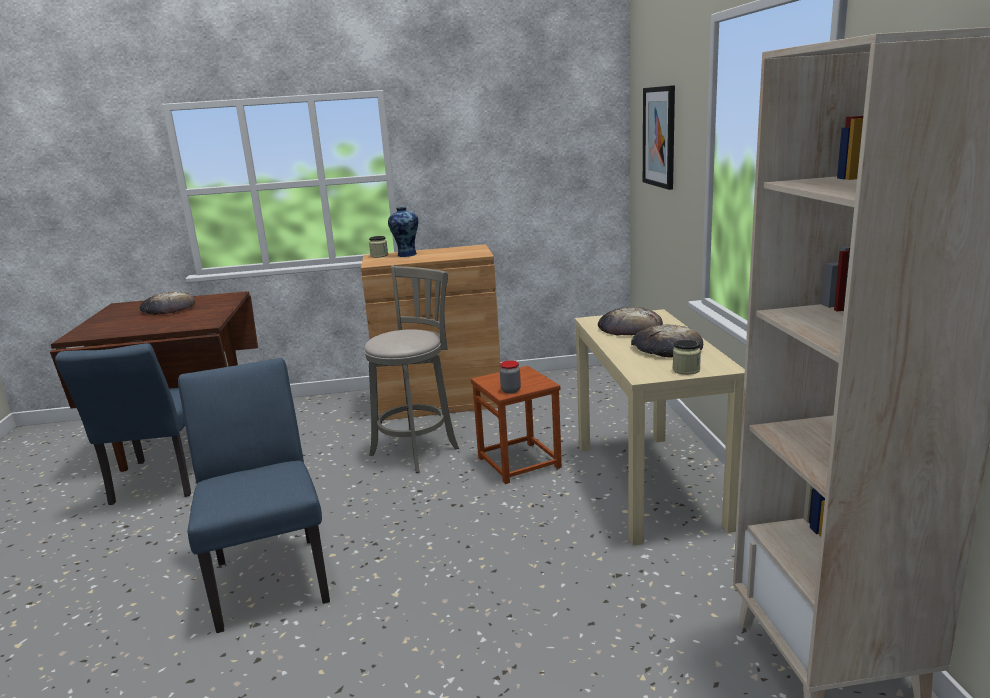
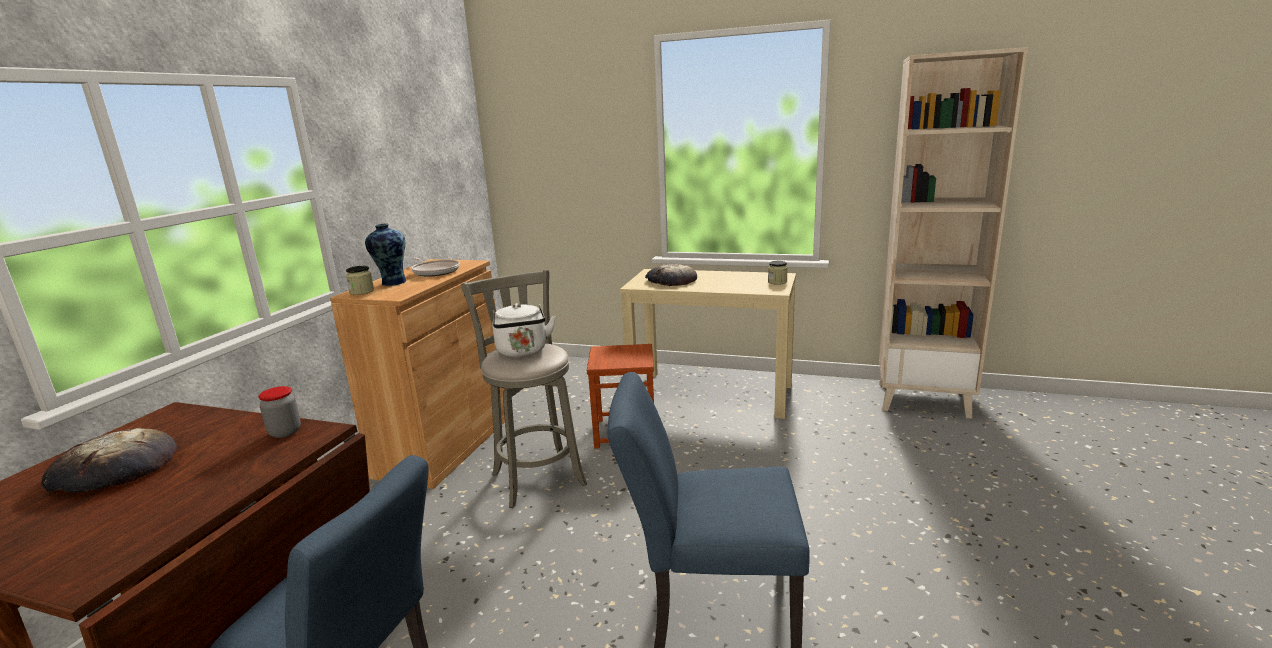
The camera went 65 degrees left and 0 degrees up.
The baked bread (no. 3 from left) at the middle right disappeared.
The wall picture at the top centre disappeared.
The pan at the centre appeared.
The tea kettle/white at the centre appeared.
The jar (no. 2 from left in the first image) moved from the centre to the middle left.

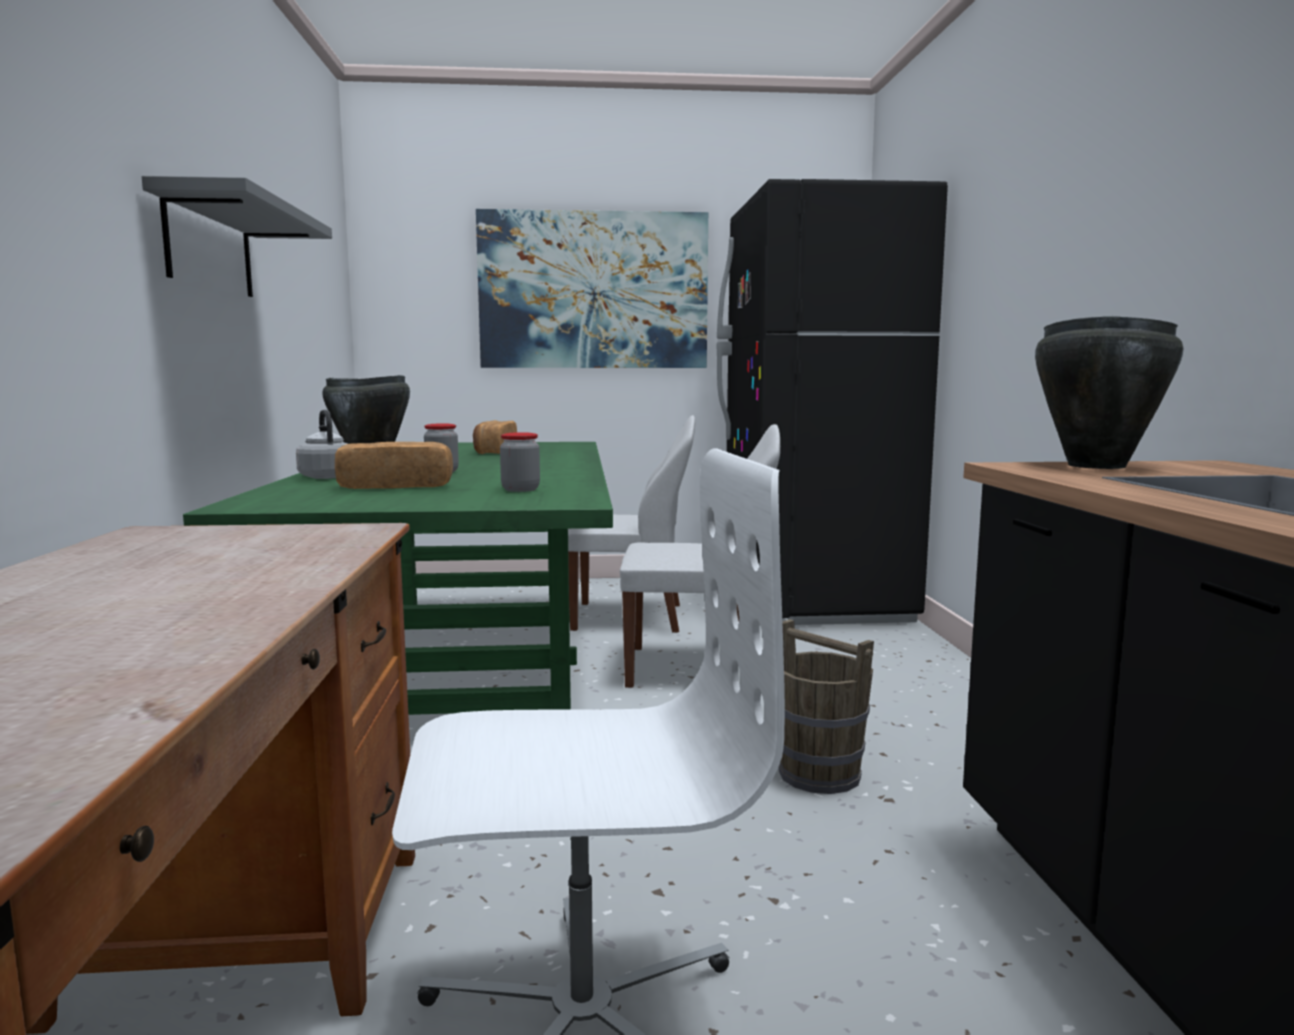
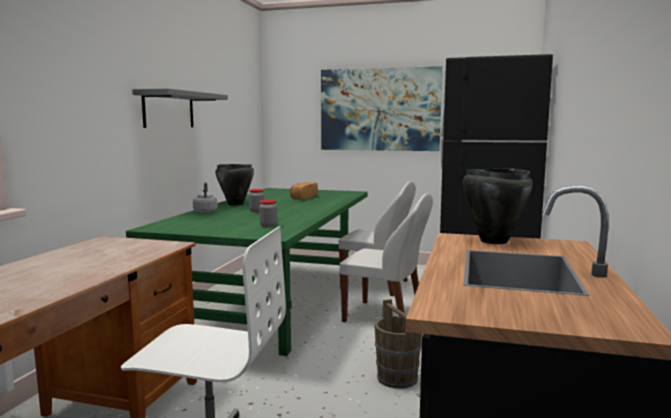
The camera went 20 degrees right and 0 degrees up.
The baked bread (no. 1 from left) at the middle left disappeared.

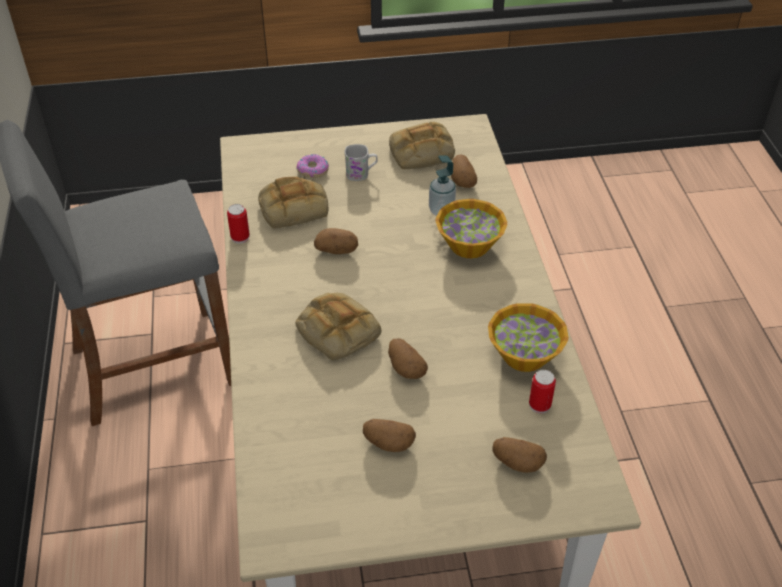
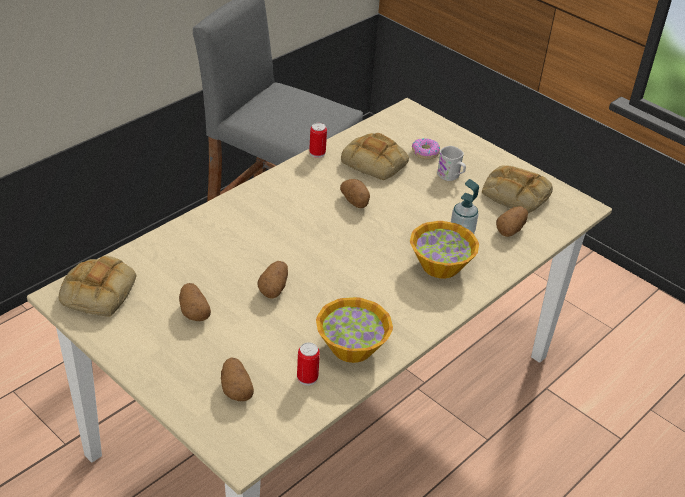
The camera went 50 degrees right and 5 degrees down.
The baked bread (no. 2 from left in the first image) moved from the centre to the middle left.

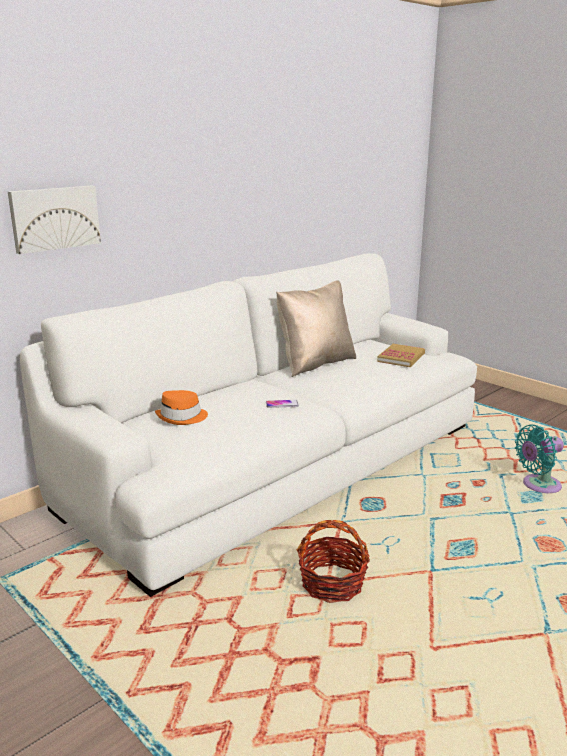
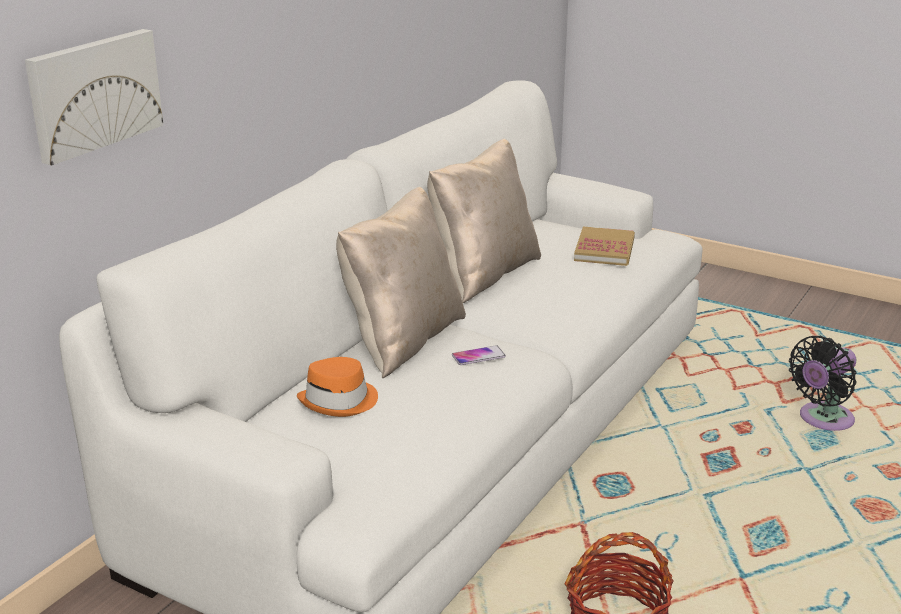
The camera went 15 degrees left and 5 degrees up.
The throw pillow/beige-coloured (no. 1 from left) at the centre appeared.
The electric fan/blue-green at the middle right became the electric fan/black at the middle right.

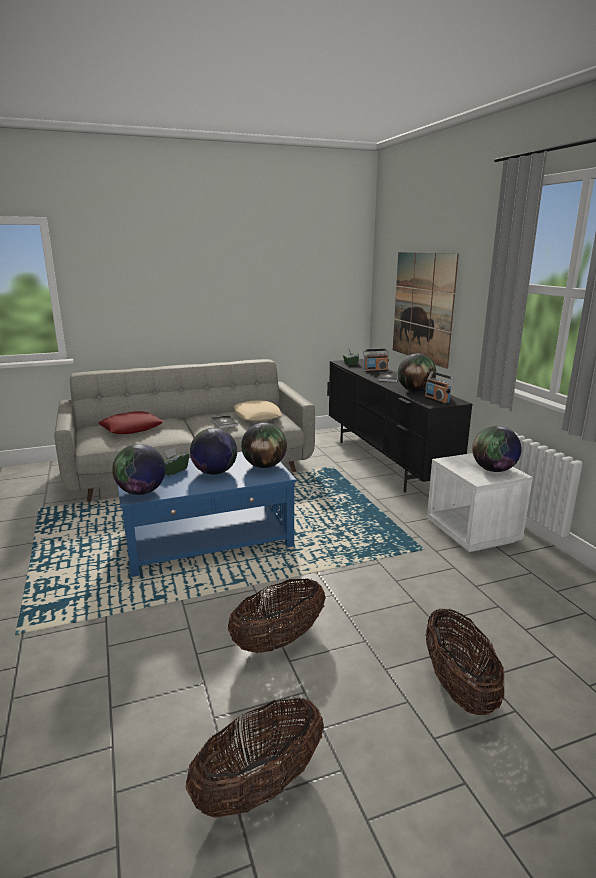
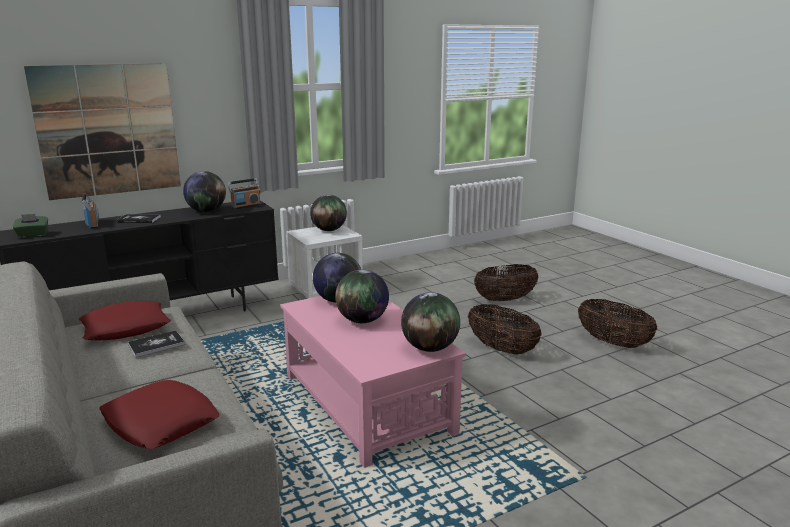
The camera went 100 degrees left and 0 degrees up.
The tissue box/greenish (no. 1 from left) at the middle left disappeared.
The coffee table/blue at the centre became the coffee table/pinkish at the bottom centre.
The throw pillow/beige-coloured at the centre became the throw pillow/reddish (no. 1 from left) at the middle left.

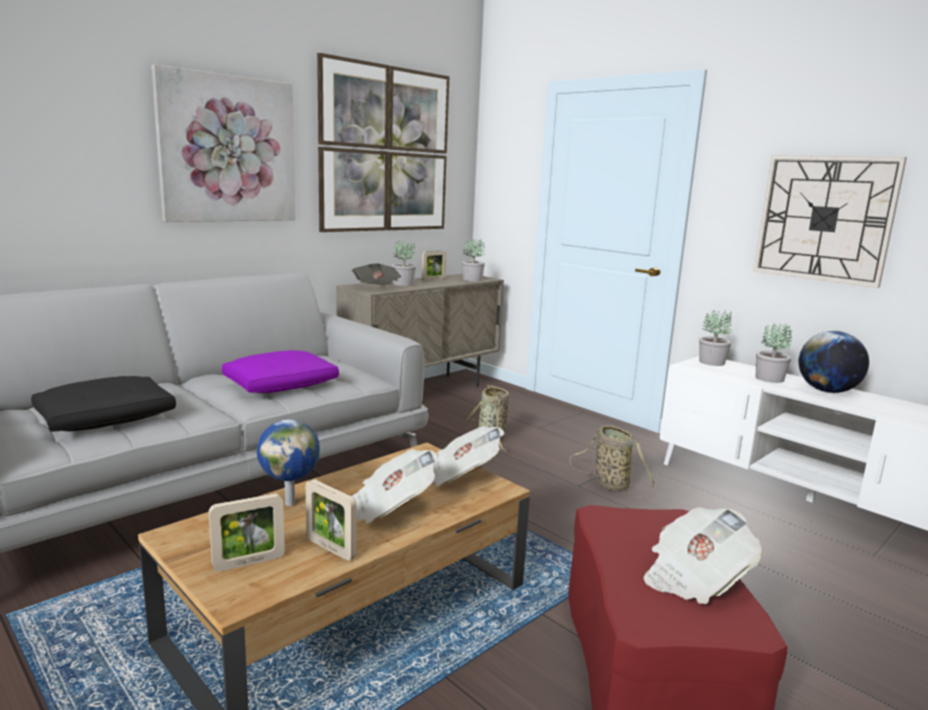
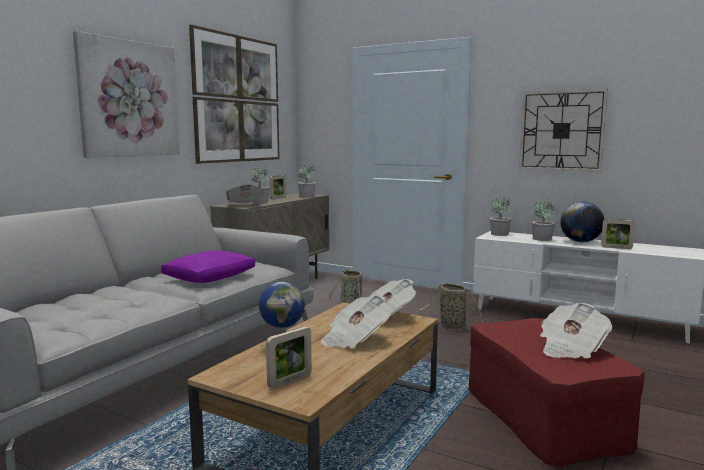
The camera went 15 degrees left and 5 degrees down.
The throw pillow/black at the middle left disappeared.
The standing frame (no. 2 from left in the first image) moved from the bottom centre to the middle right.

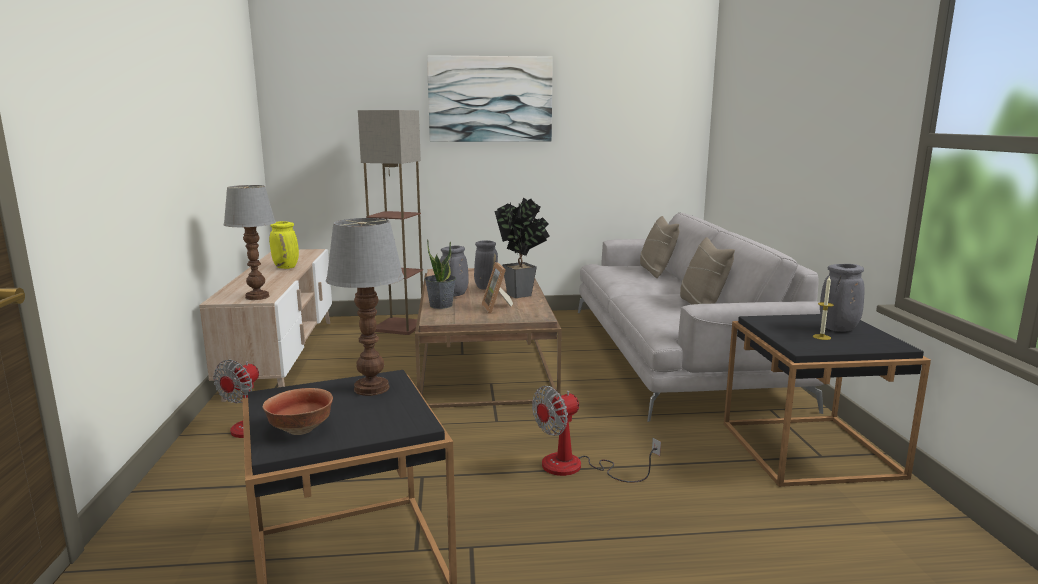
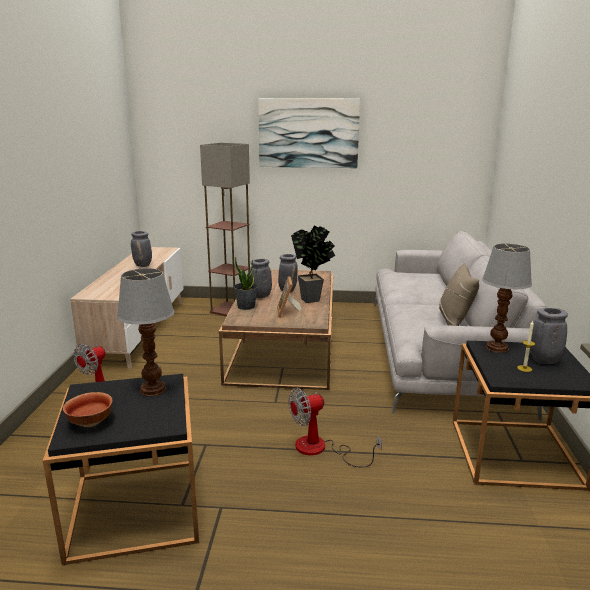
The camera went 10 degrees right and 5 degrees up.
The throw pillow/beige-coloured (no. 1 from left) at the centre disappeared.
The tabletop lamp (no. 1 from left in the first image) moved from the middle left to the middle right.
The flower vase/yellow-coloured at the middle left became the flower vase/gray (no. 1 from left) at the middle left.

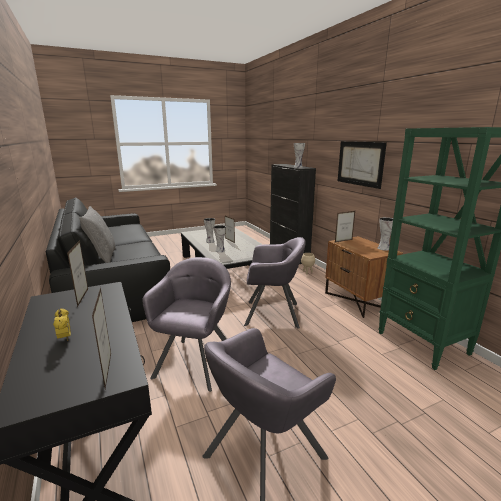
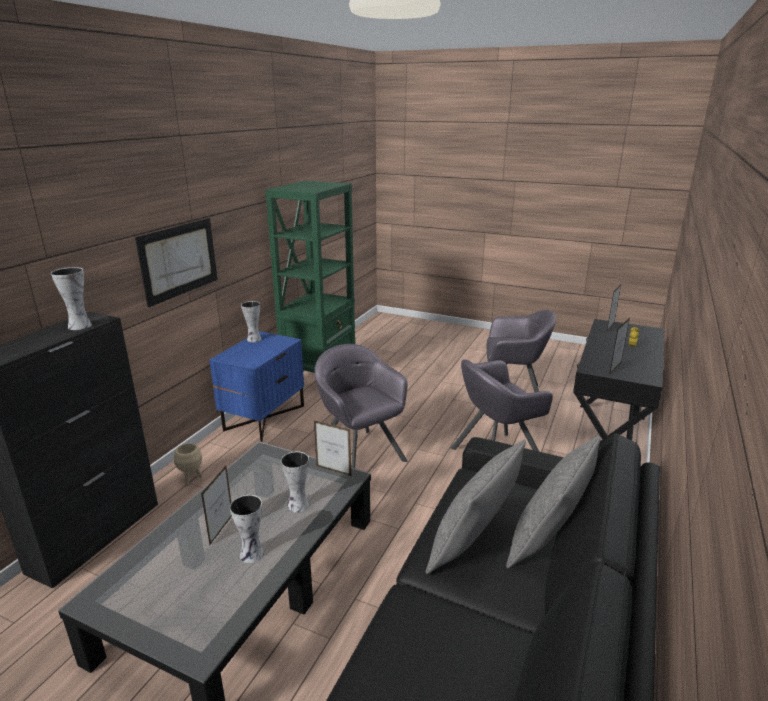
The camera went 130 degrees left and 5 degrees up.
The throw pillow/gray (no. 1 from left) at the bottom centre appeared.
The standing frame (no. 4 from left in the first image) moved from the middle right to the centre.
The nightstand/brownish at the middle right became the nightstand/blue at the centre.

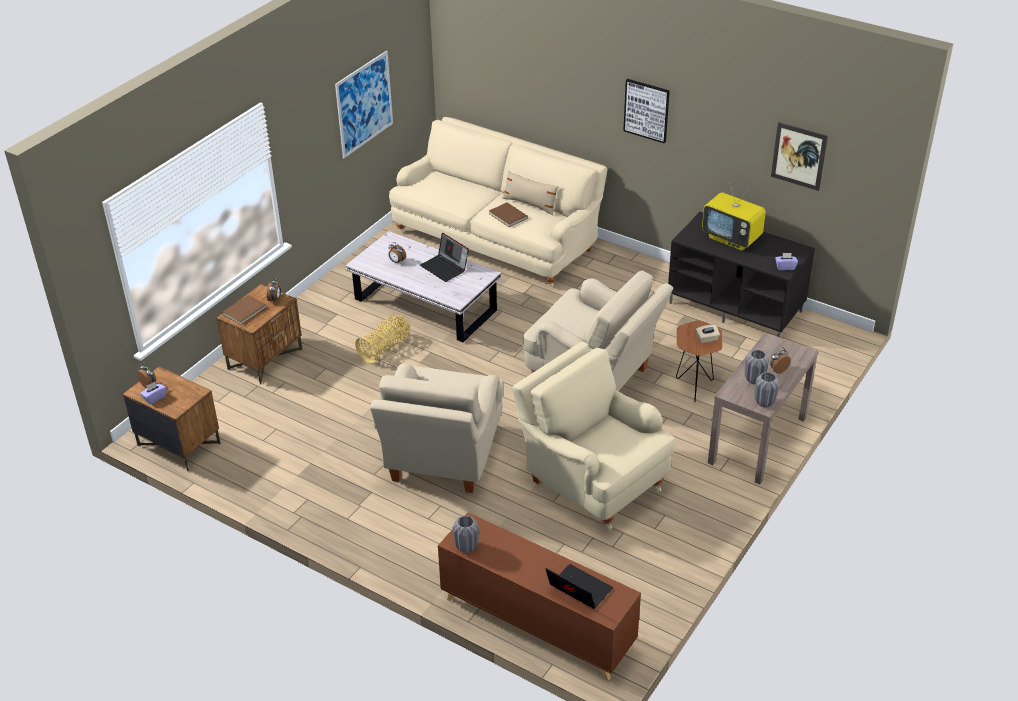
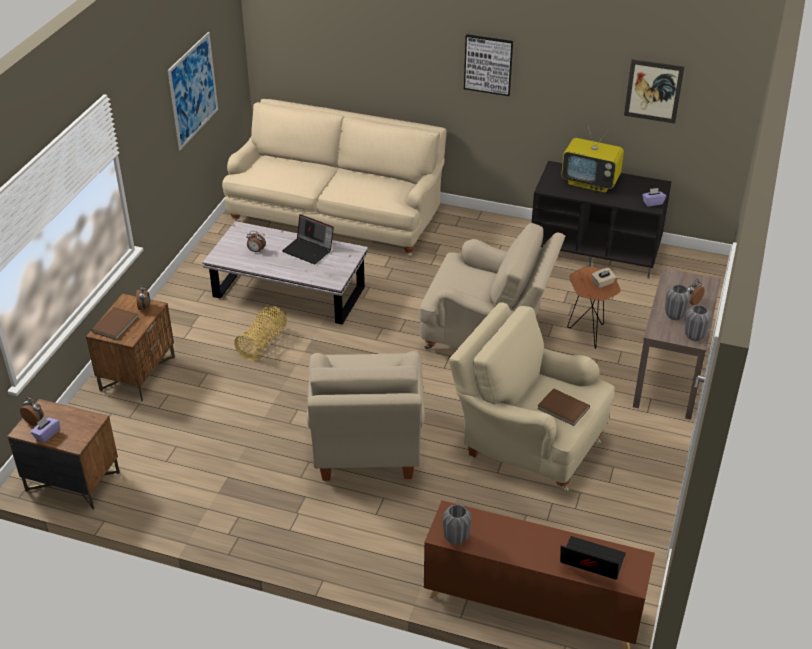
The camera went 15 degrees left and 0 degrees up.
The throw pillow/beige-coloured at the top centre disappeared.
The volume/brownish (no. 2 from left) moved from the top centre to the middle right.

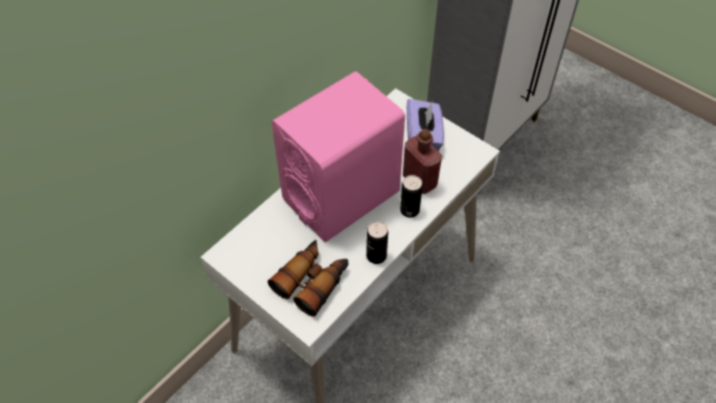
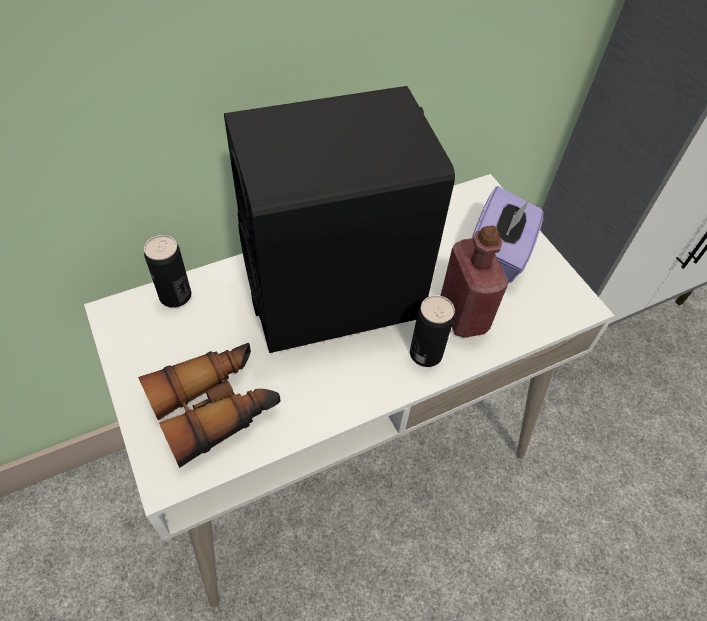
The camera went 20 degrees right and 0 degrees up.
The metal can (no. 1 from left) moved from the centre to the middle left.
The speaker/pinkish at the centre became the speaker/black at the centre.

